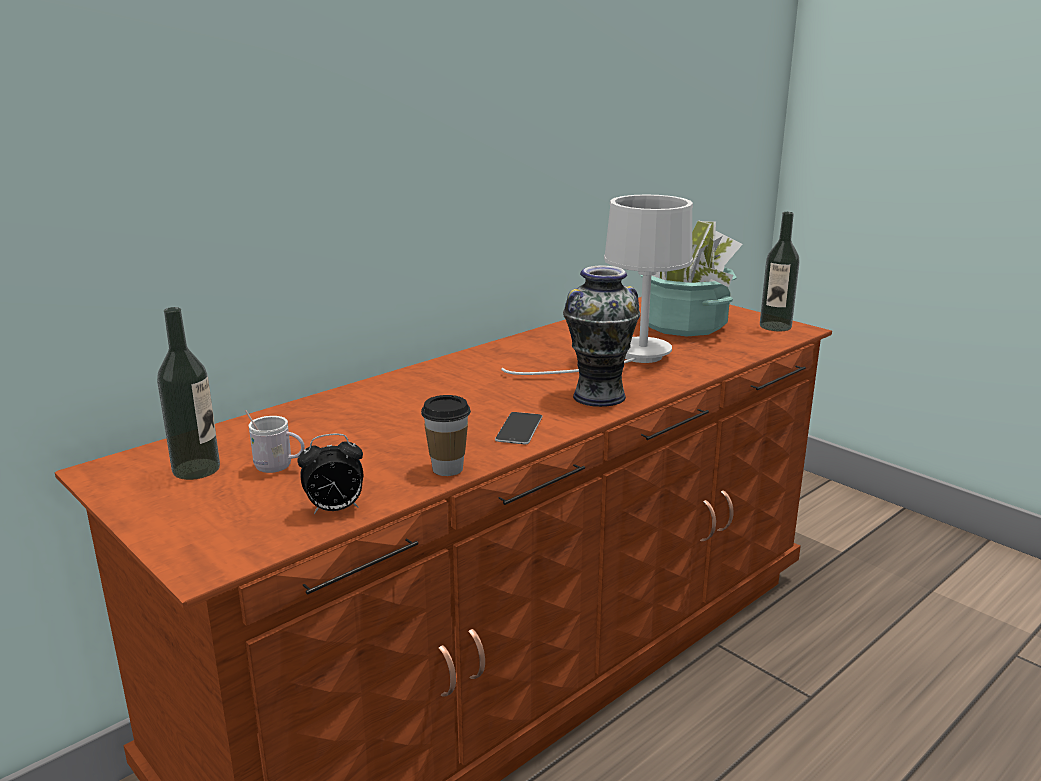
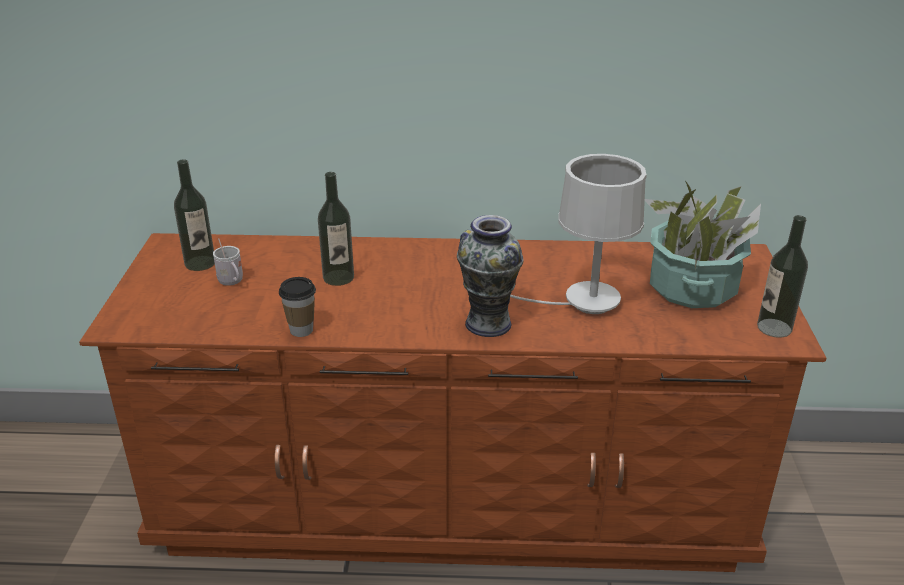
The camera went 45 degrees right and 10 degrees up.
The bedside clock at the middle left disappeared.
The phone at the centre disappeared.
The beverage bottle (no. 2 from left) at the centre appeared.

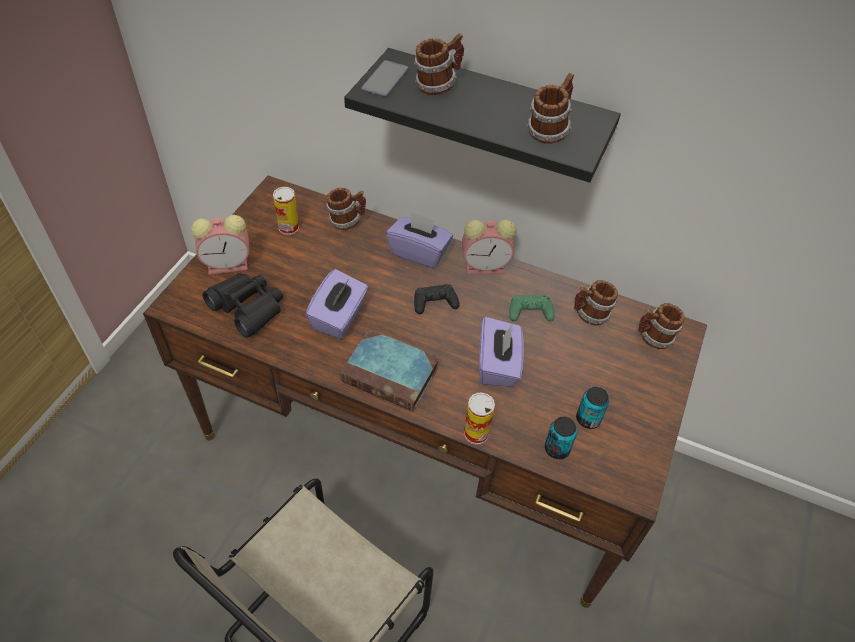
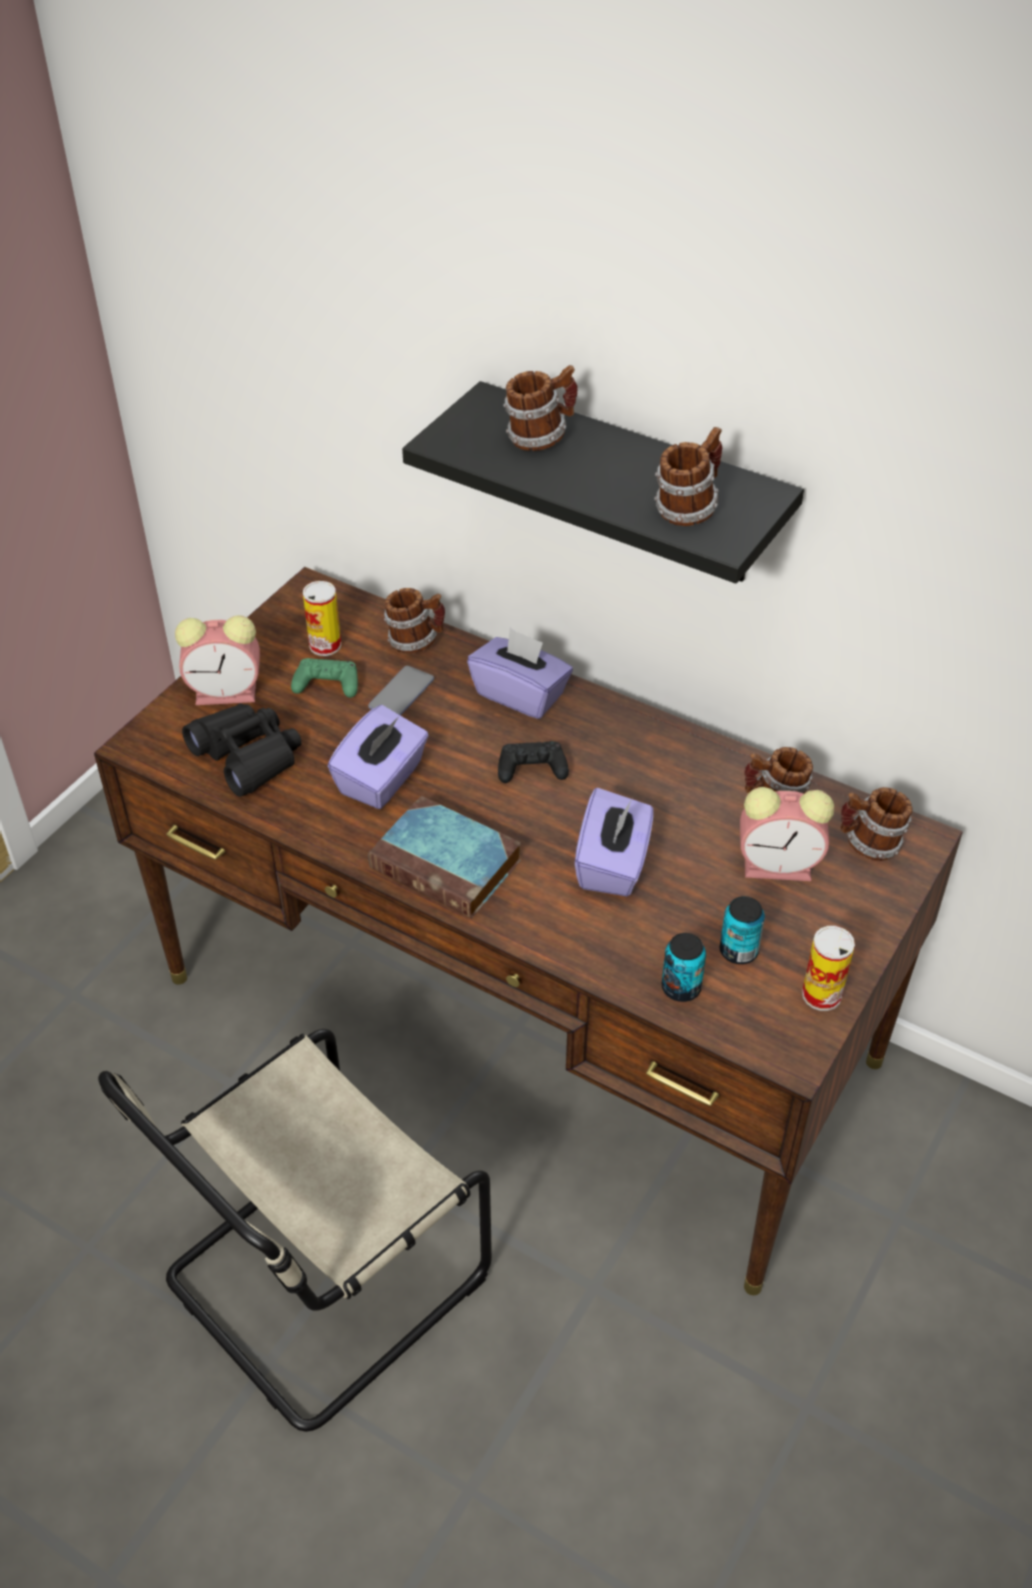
The camera went 10 degrees right and 5 degrees down.
The phone moved from the top centre to the centre.
The bedside clock (no. 2 from left) moved from the centre to the middle right.
The metal can (no. 2 from left in the first image) moved from the centre to the middle right.
The gamepad/greenish moved from the centre to the middle left.

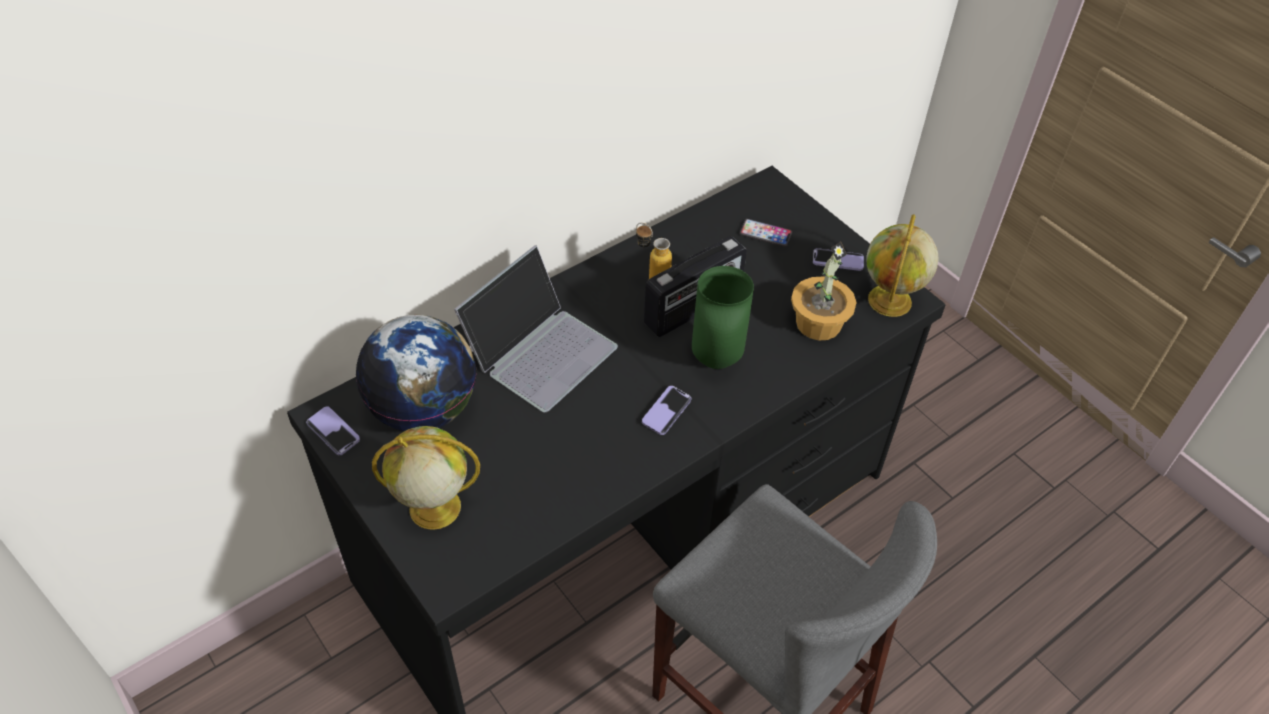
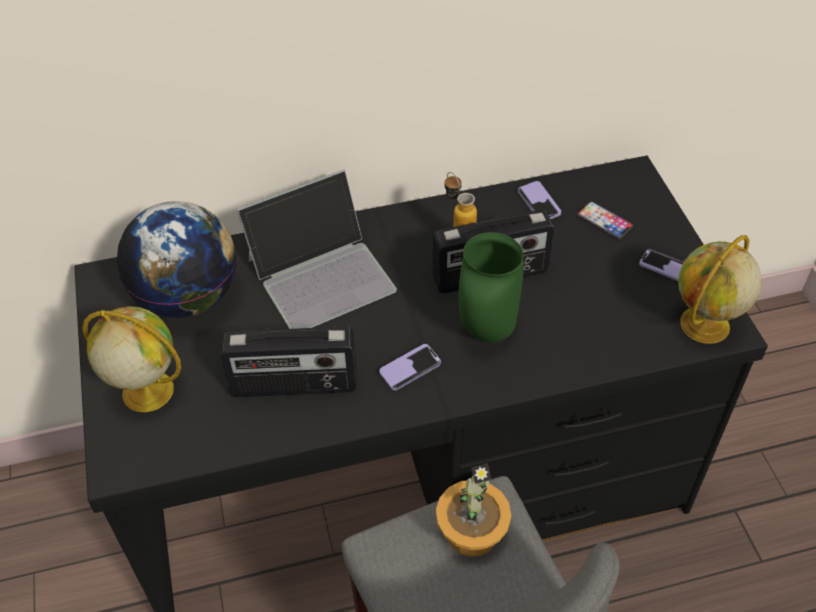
The camera went 25 degrees right and 0 degrees up.
The radio receiver (no. 1 from left) at the centre appeared.
The phone (no. 1 from left in the first image) moved from the middle left to the top centre.
The plant in a pot moved from the centre to the bottom centre.

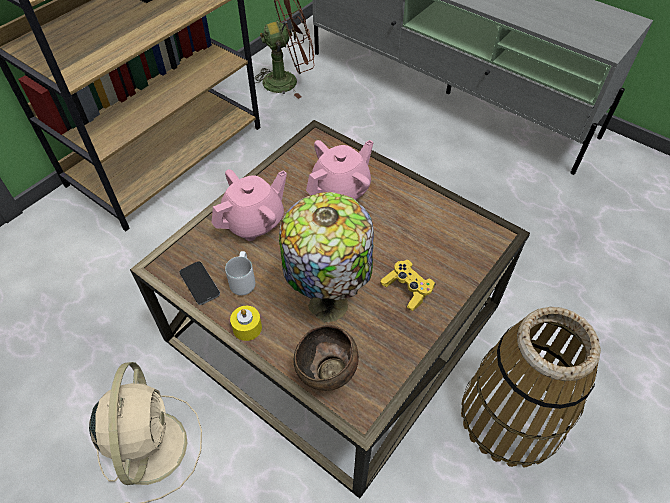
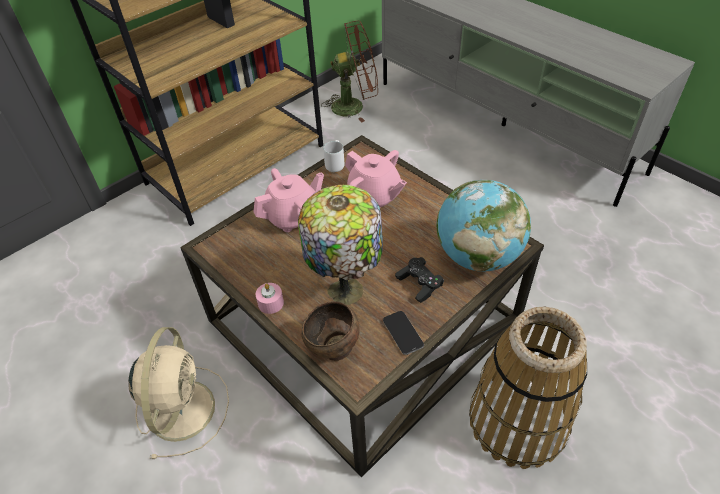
The camera went 10 degrees right and 5 degrees down.
The desk globe at the middle right appeared.
The phone moved from the middle left to the bottom centre.
The coffee mug/white moved from the centre to the top centre.
The wax candle/yellow-coloured at the centre became the wax candle/pinkish at the centre.
The gamepad/yellow-coloured at the centre became the gamepad/black at the centre.
The pot for tea/pinkish (no. 2 from left) at the centre turned 75 degrees clockwise.

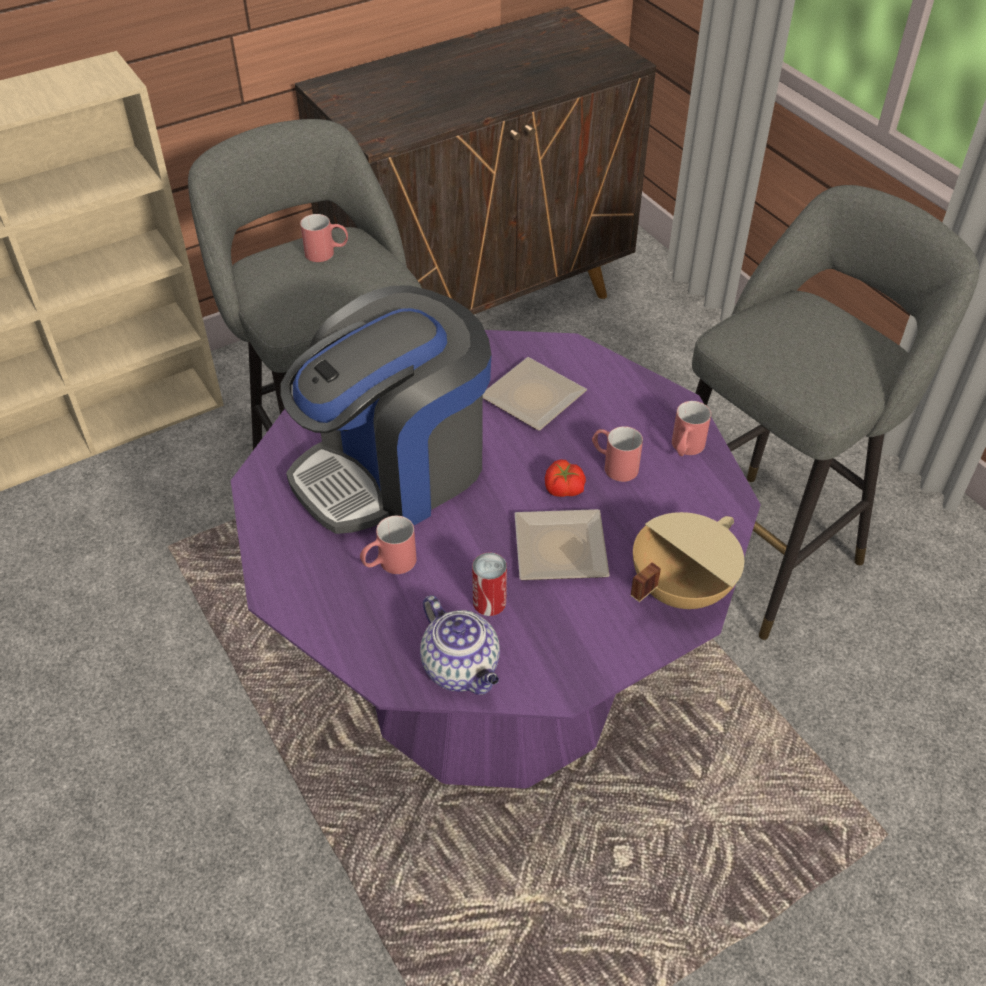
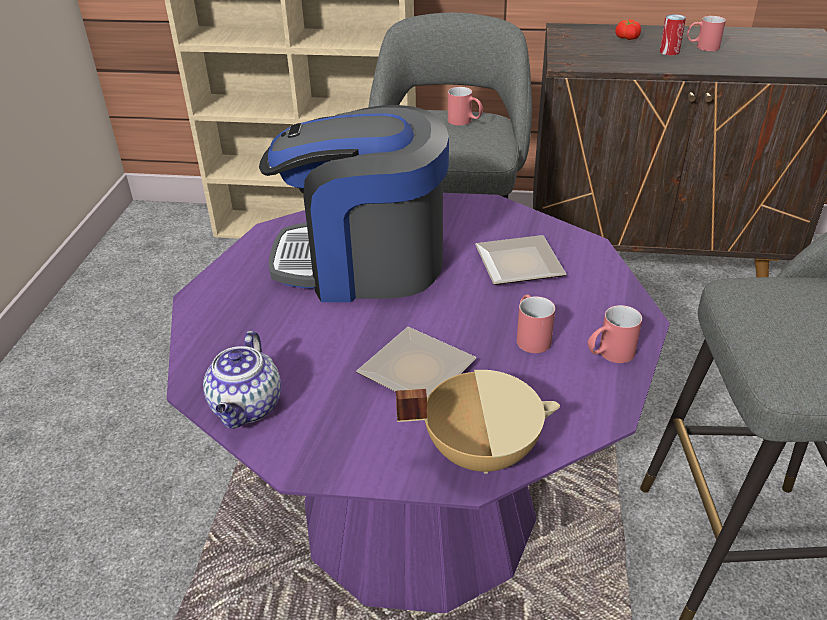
The camera went 40 degrees right and 10 degrees down.
The coffee mug/reddish (no. 2 from left in the first image) moved from the centre to the top right.
The metal can moved from the centre to the top right.
The fresh tomato moved from the centre to the top right.

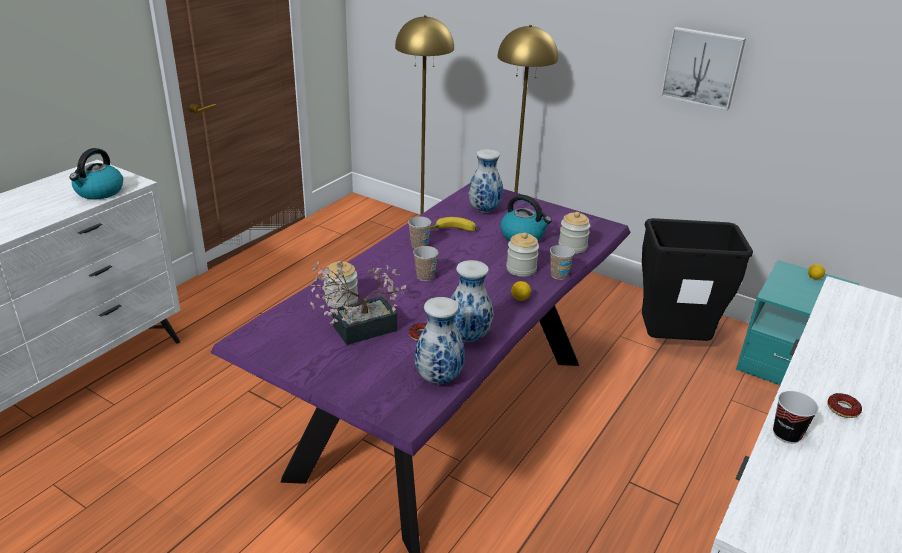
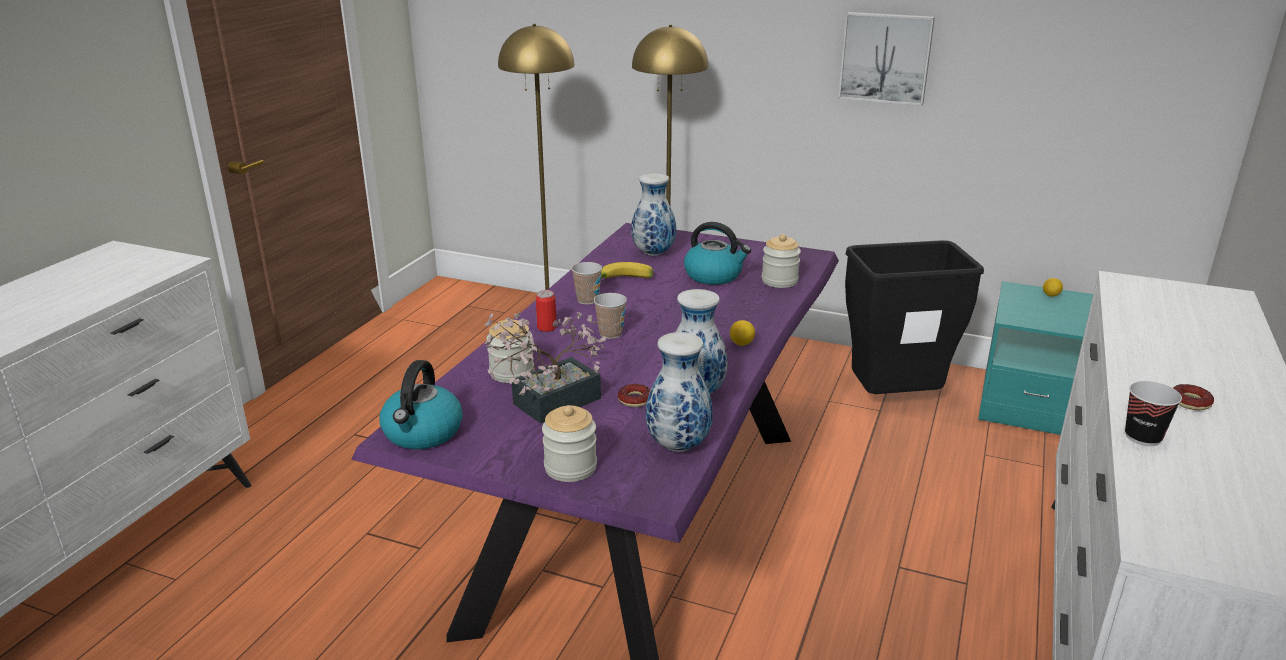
The camera went 10 degrees left and 5 degrees down.
The cup (no. 3 from left) at the centre disappeared.
The metal can at the centre appeared.
The tea kettle (no. 1 from left) moved from the top left to the middle left.
The jar (no. 2 from left) moved from the centre to the bottom centre.

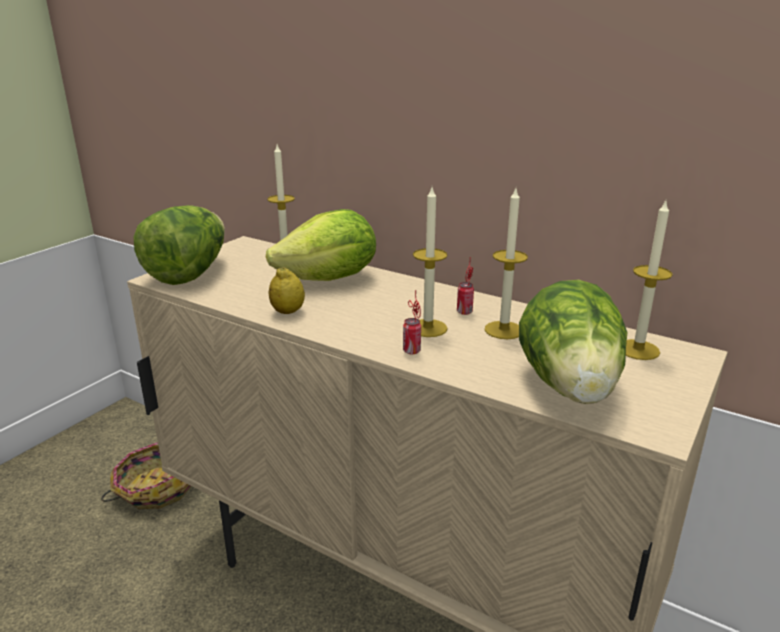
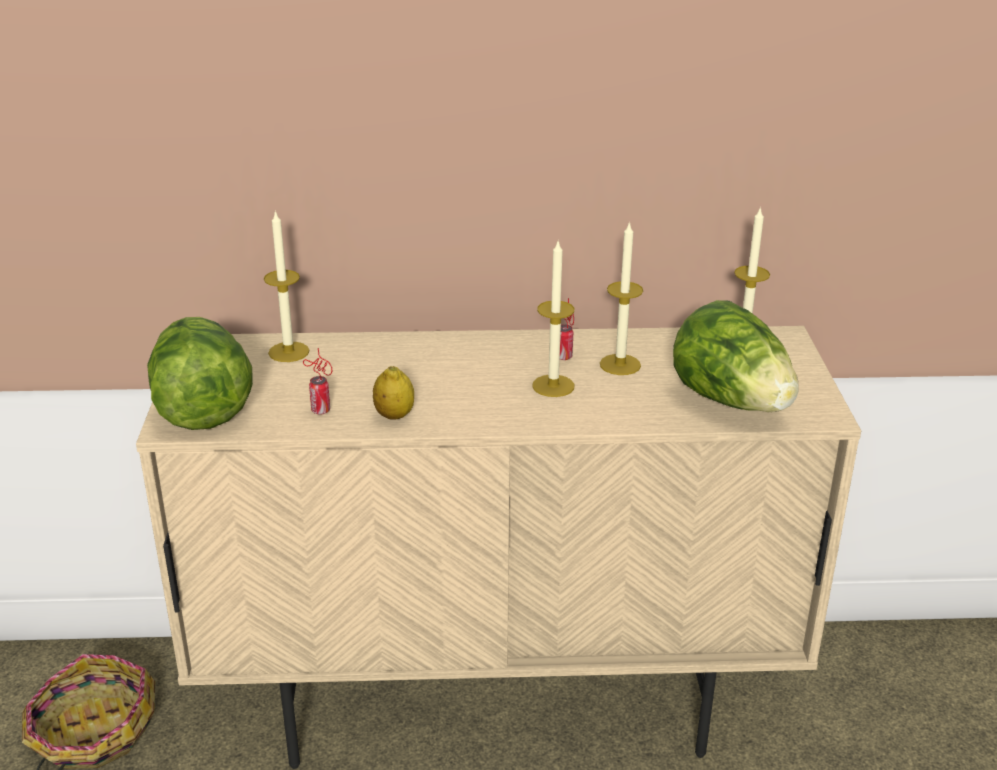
The camera went 35 degrees left and 5 degrees up.
The head of lettuce (no. 2 from left) at the centre disappeared.
The metal can (no. 1 from left) moved from the centre to the middle left.

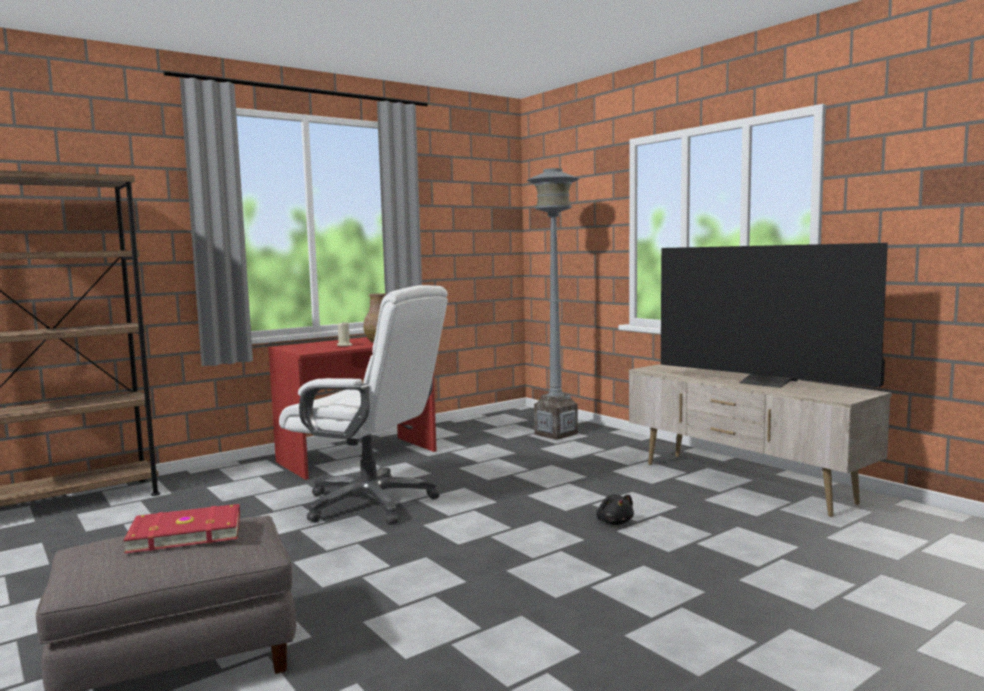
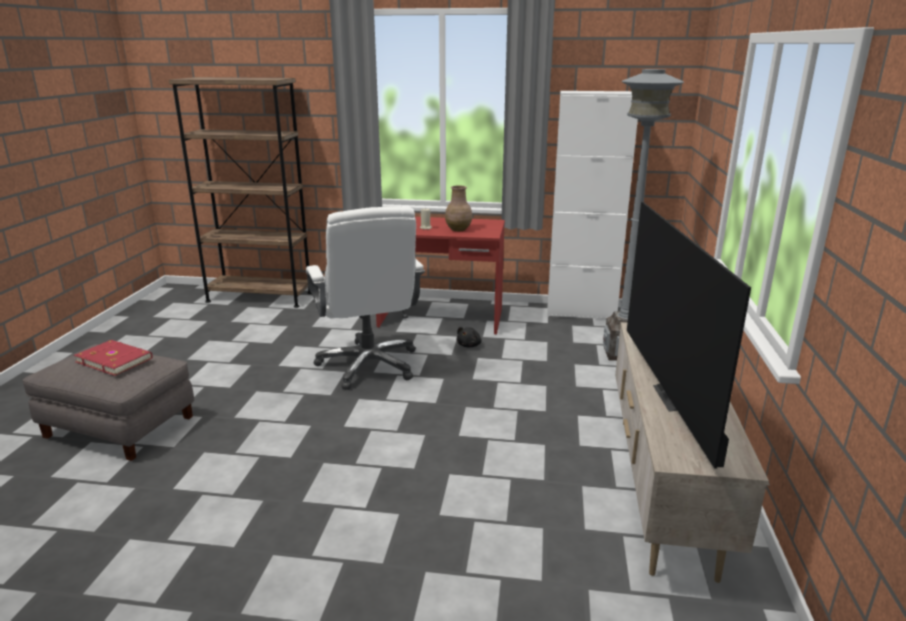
The camera went 45 degrees right and 15 degrees up.
The storage cabinet/white at the top centre appeared.
The soft toy/black moved from the bottom centre to the centre.

